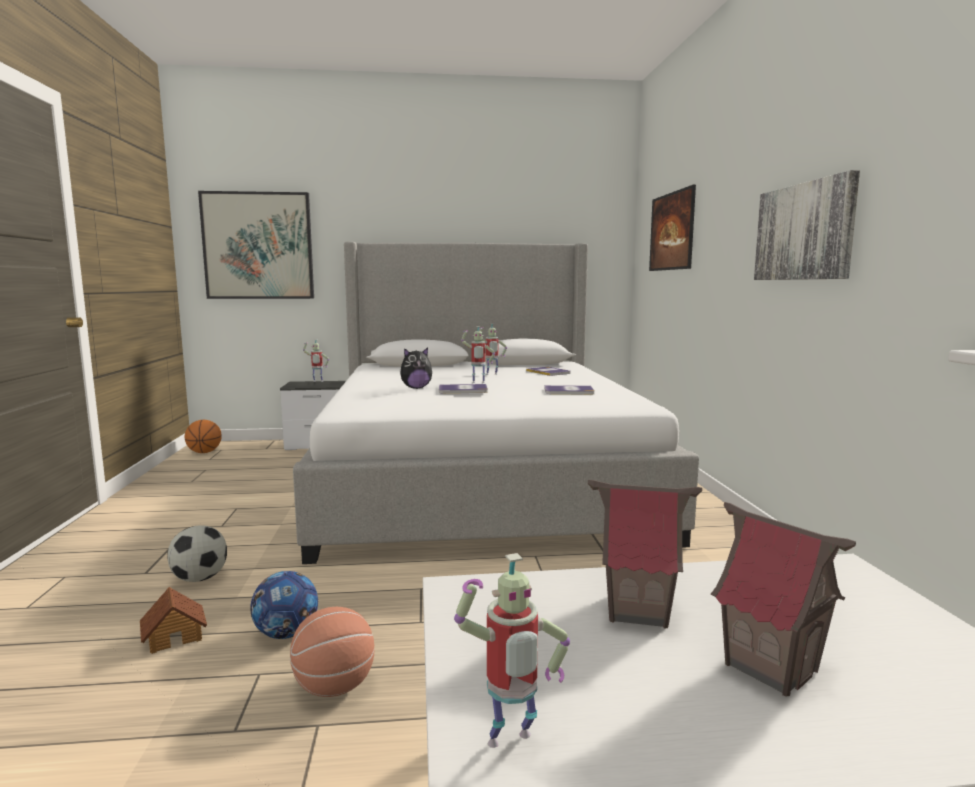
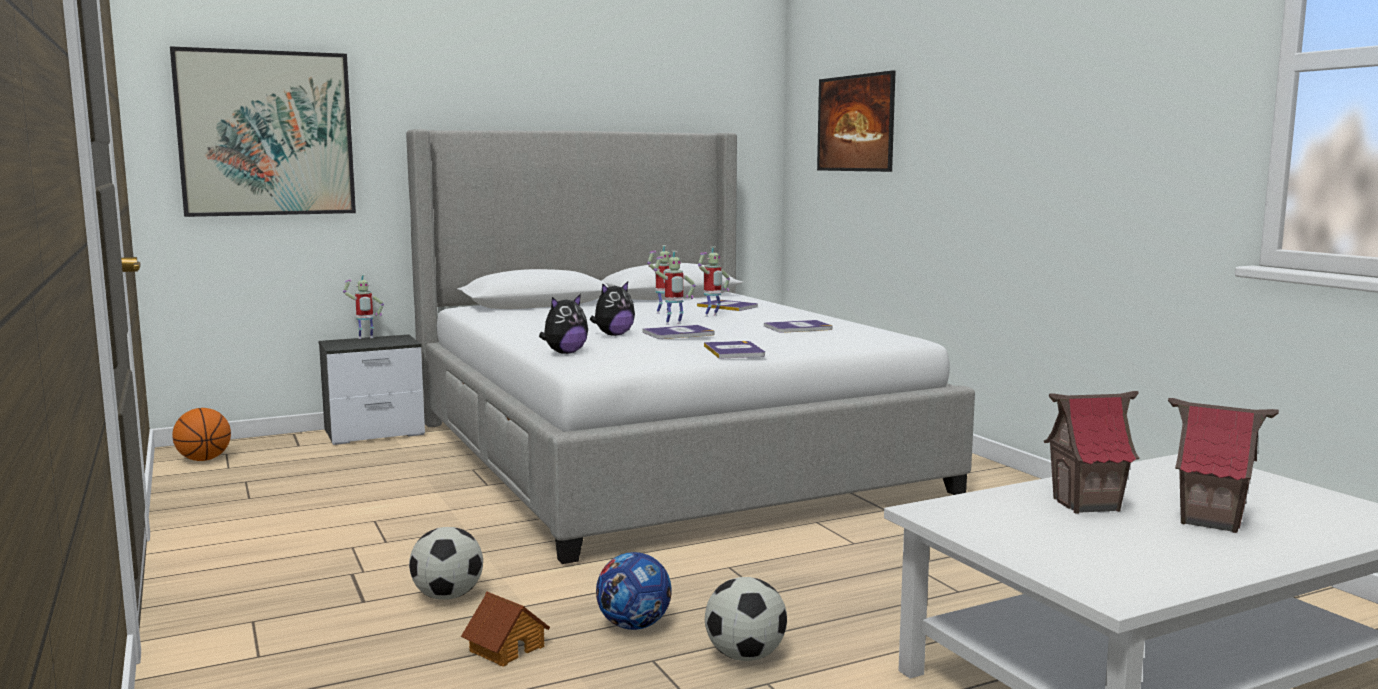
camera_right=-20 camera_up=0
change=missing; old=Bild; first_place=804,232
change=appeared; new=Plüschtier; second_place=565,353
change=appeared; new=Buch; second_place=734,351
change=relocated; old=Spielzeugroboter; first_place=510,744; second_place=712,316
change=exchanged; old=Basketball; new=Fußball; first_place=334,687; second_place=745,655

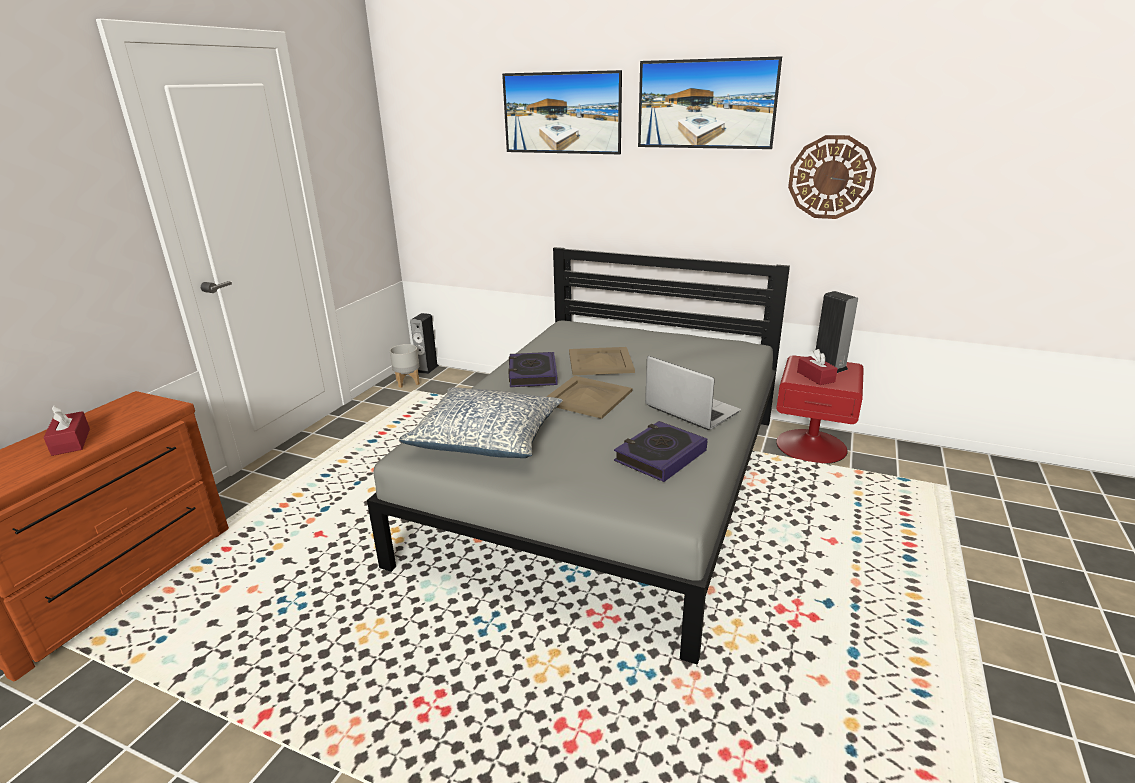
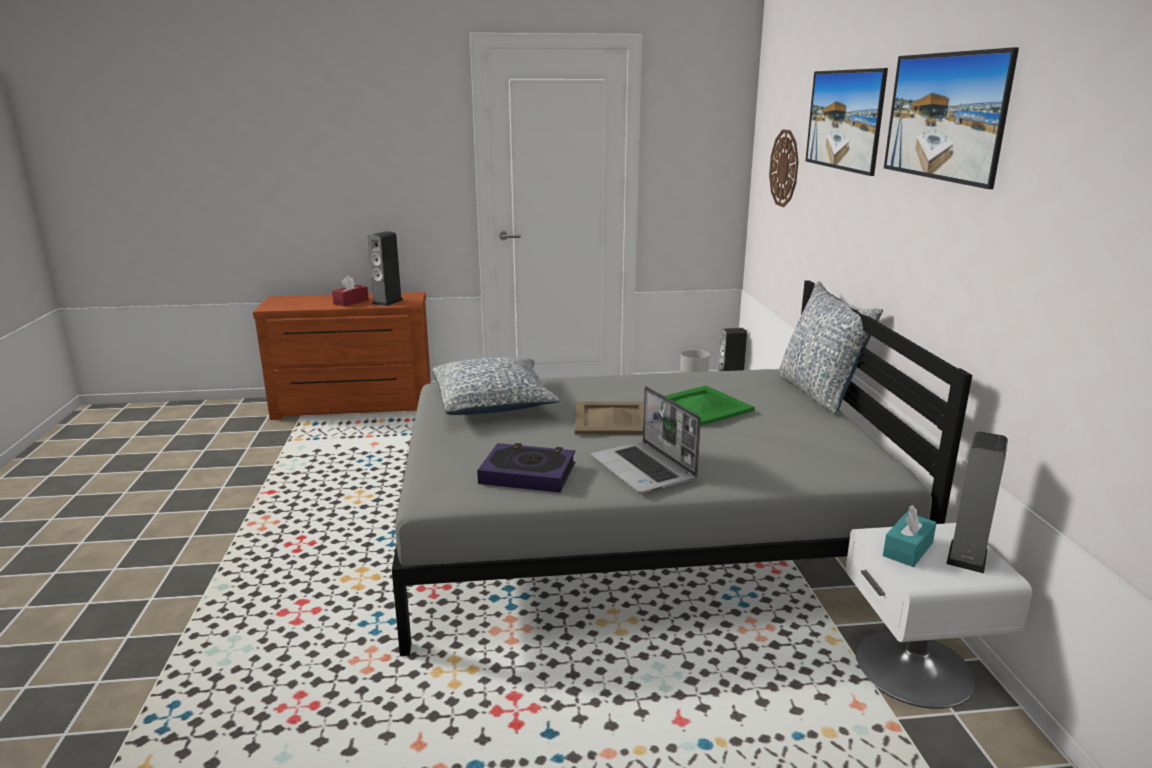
camera_right=60 camera_up=-5
change=missing; old=Buch; first_place=532,374
change=appeared; new=Lautsprecher; second_place=387,302
change=appeared; new=Kissen; second_place=819,393
change=relocated; old=Wanduhr; first_place=831,177; second_place=784,168
change=colour; old=Tablett (beige); new=Tablett (grün); first_place=601,362; second_place=702,406
change=colour; old=Nachttisch (rot); new=Nachttisch (weiß); first_place=811,445; second_place=915,667
change=colour; old=Taschentuchbox (rot); new=Taschentuchbox (türkis); first_place=815,377; second_place=908,549
change=spun; old=Laptop; first_place=690,410; second_place=644,469; degrees=135

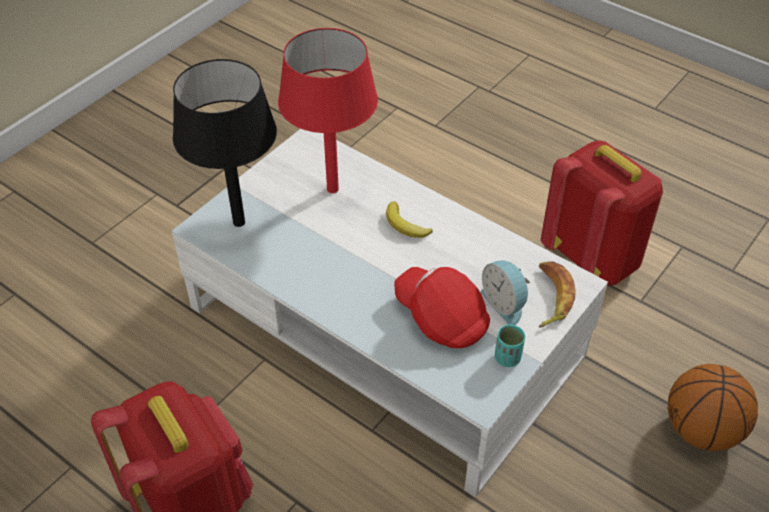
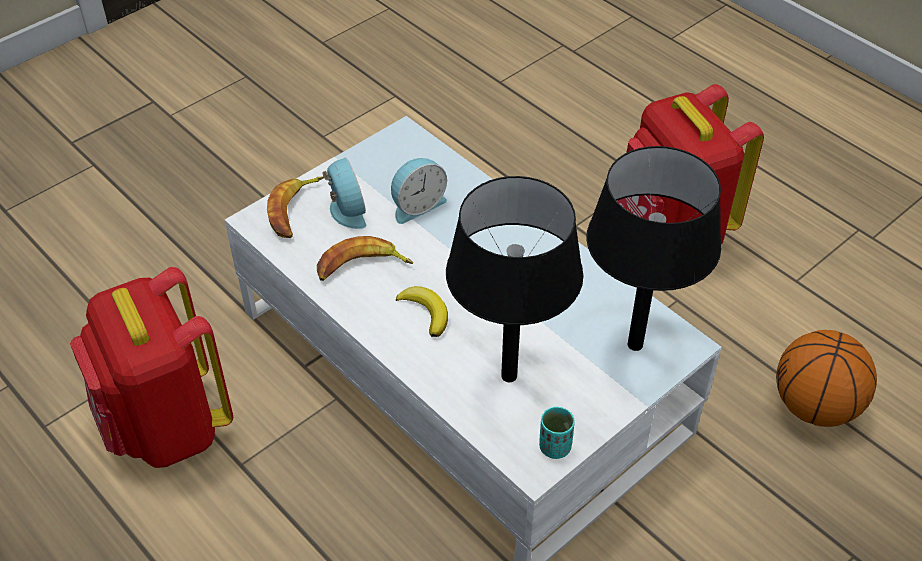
camera_right=-170 camera_up=0
change=appeared; new=Banane; second_place=361,267
change=relocated; old=Tasse (türkis); first_place=507,358; second_place=555,447
change=relocated; old=Basketball; first_place=701,430; second_place=814,406
change=exchanged; old=Kappe (rot); new=Wecker; first_place=441,318; second_place=417,205
change=colour; old=Tischlampe (rot); new=Tischlampe (schwarz); first_place=332,189; second_place=509,375

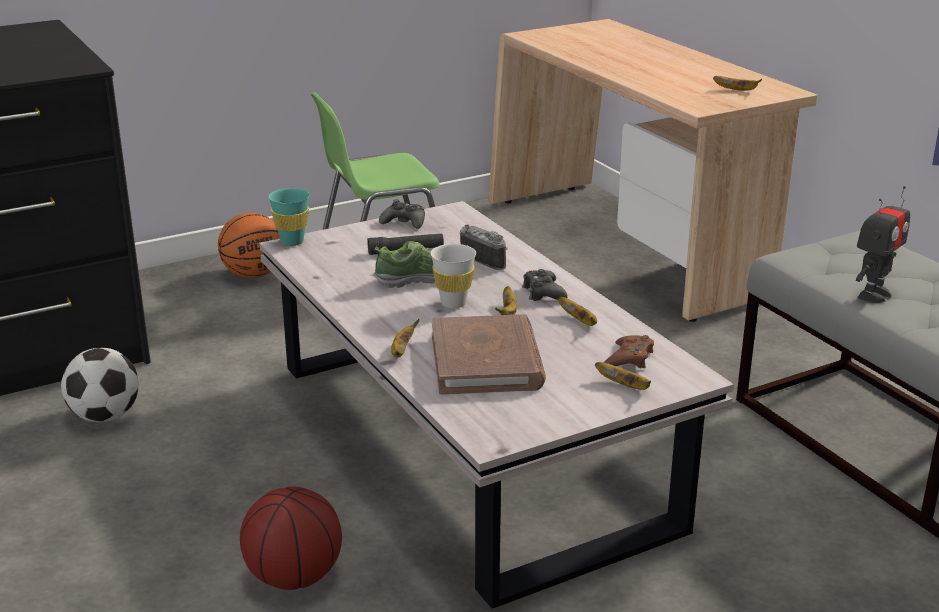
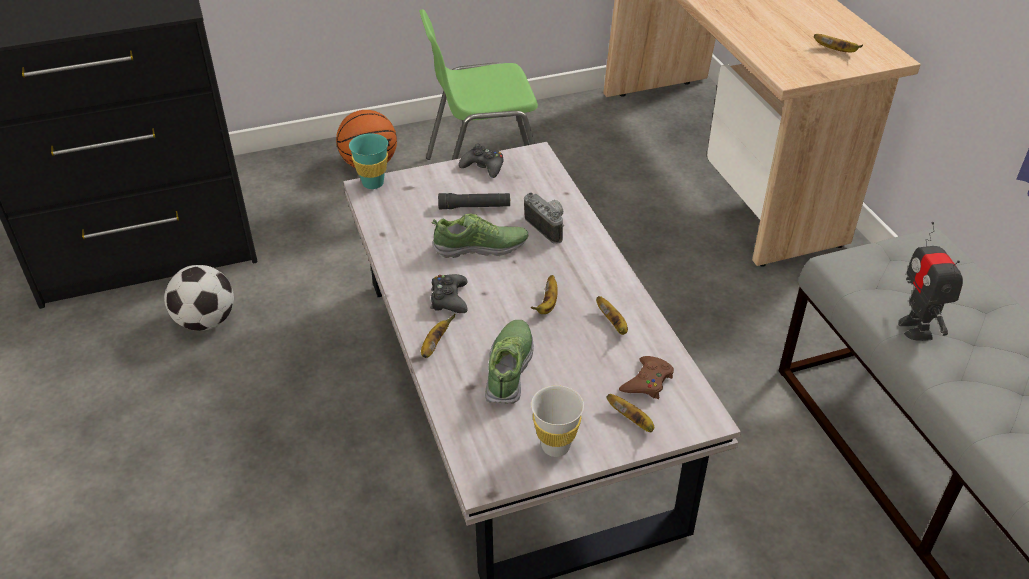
camera_right=10 camera_up=15
change=missing; old=Basketball; first_place=293,577
change=relocated; old=Tasse (weiß); first_place=453,303; second_place=555,446
change=relocated; old=Gamepad (schwarz); first_place=543,293; second_place=449,299
change=exchanged; old=Buch (braun); new=Schuh; first_place=486,361; second_place=509,369
change=spun; old=Spielzeugroboter; first_place=873,295; second_place=916,328; degrees=120

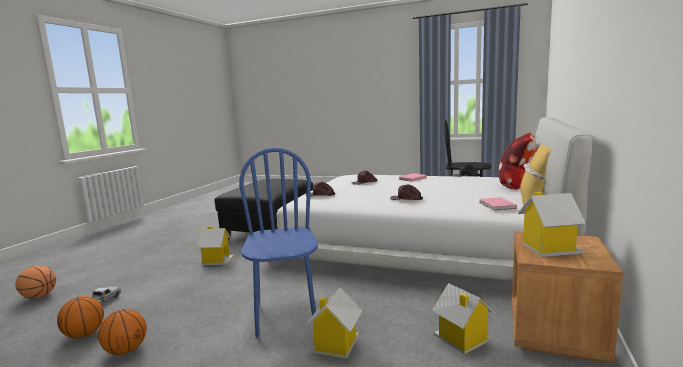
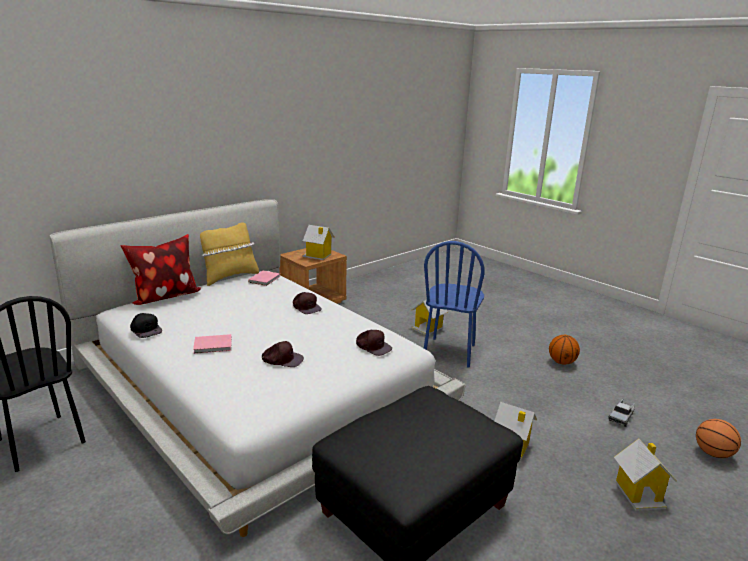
camera_right=-155 camera_up=10
change=missing; old=Basketball; first_place=84,334
change=relocated; old=Spielzeughaus; first_place=461,340; second_place=639,493

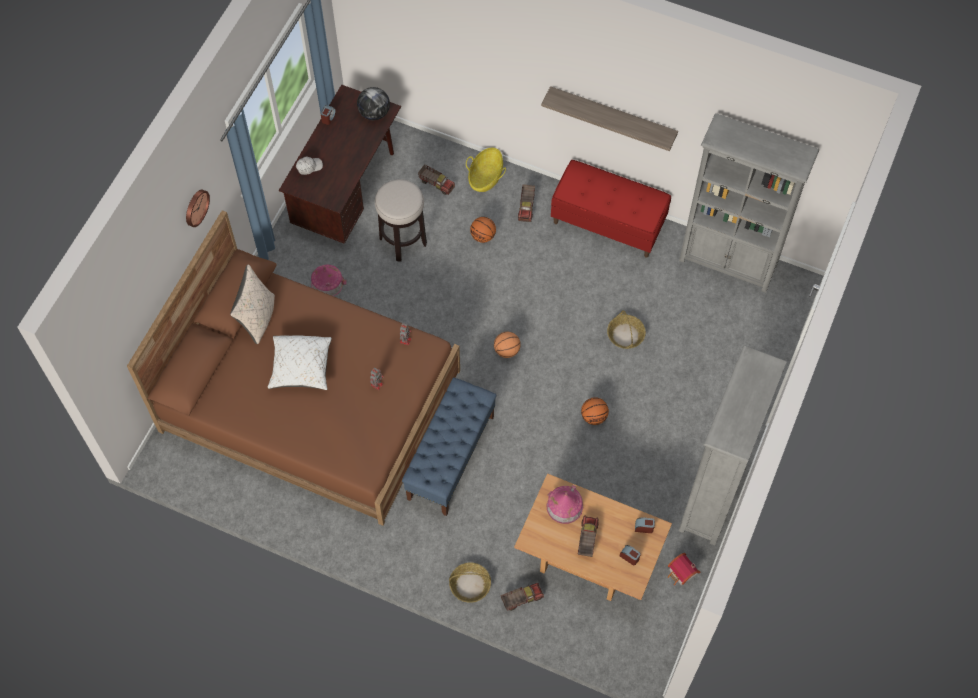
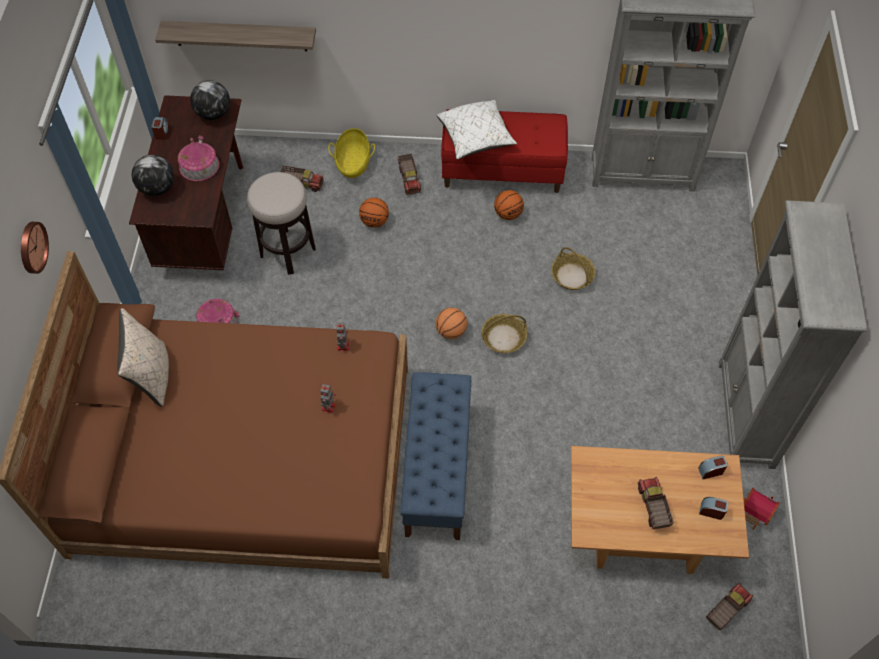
camera_right=-20 camera_up=-5
change=relocated; old=Kissen (weiß); first_place=301,368; second_place=475,138
change=relocated; old=Korb; first_place=470,585; second_place=503,338
change=relocated; old=Spielzeuglaster; first_place=521,598; second_place=726,609
change=relocated; old=Wandregal; first_place=612,116; second_place=240,36
change=relocated; old=Spielzeughaus; first_place=564,506; second_place=199,165
change=relocated; old=Basketball; first_place=594,417; second_place=508,214
change=exchanged; old=Kappe (weiß); new=Globus; first_place=309,167; second_place=157,188

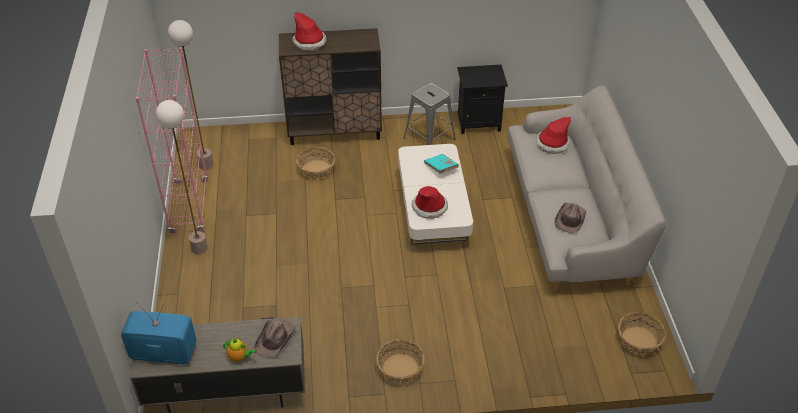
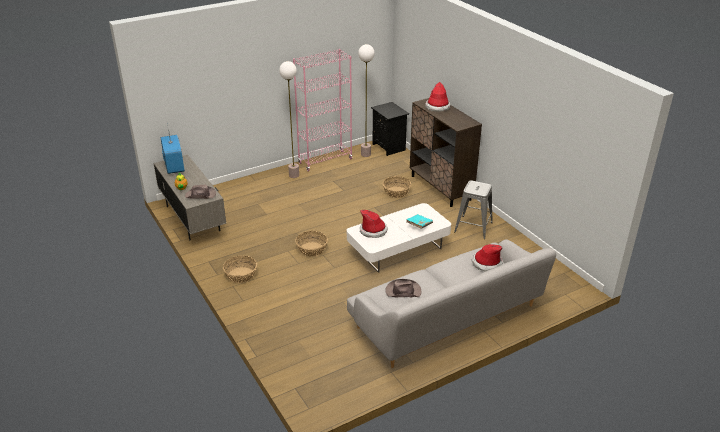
camera_right=65 camera_up=-10
change=relocated; old=Nachttisch (schwarz); first_place=478,122; second_place=389,147
change=relocated; old=Korb; first_place=639,340; second_place=311,249

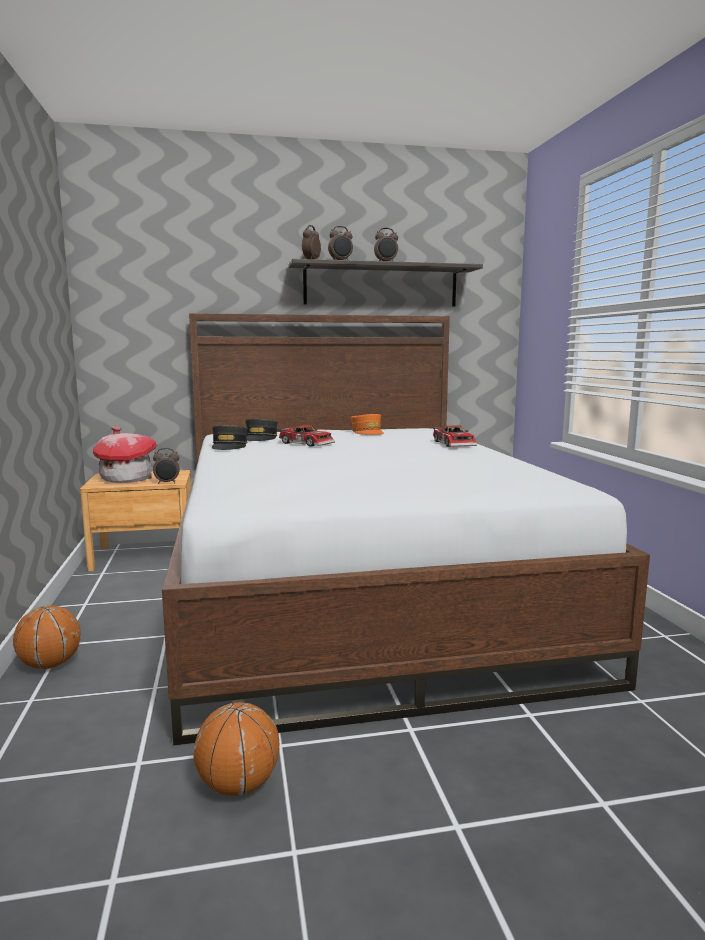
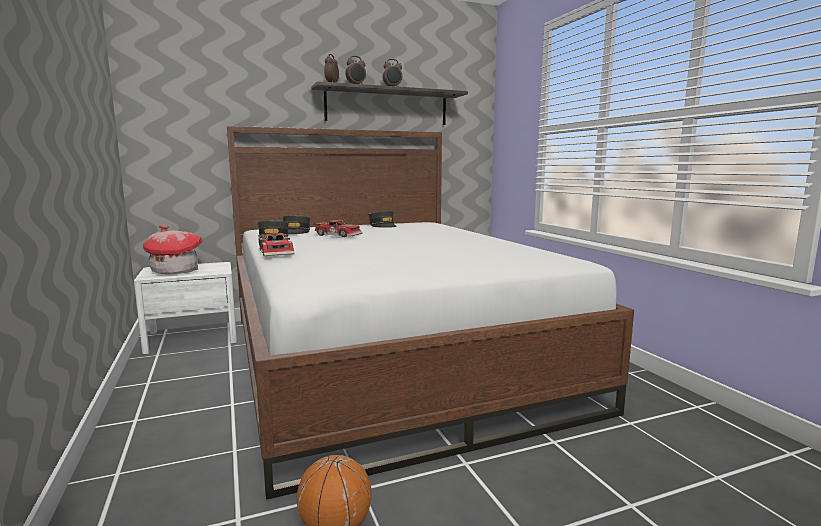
camera_right=-10 camera_up=0
change=missing; old=Basketball; first_place=50,665
change=missing; old=Wecker; first_place=167,483
change=relocated; old=Spielzeugauto; first_place=455,443; second_place=277,252
change=colour; old=Nachttisch (braun); new=Nachttisch (weiß); first_place=144,555; second_place=192,337
change=colour; old=Kappe (orange); new=Kappe (grau); first_place=367,432; second_place=382,226

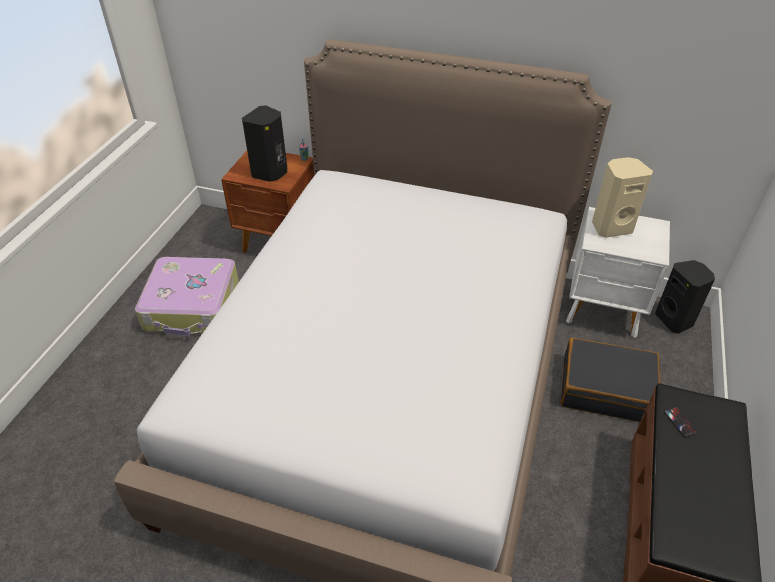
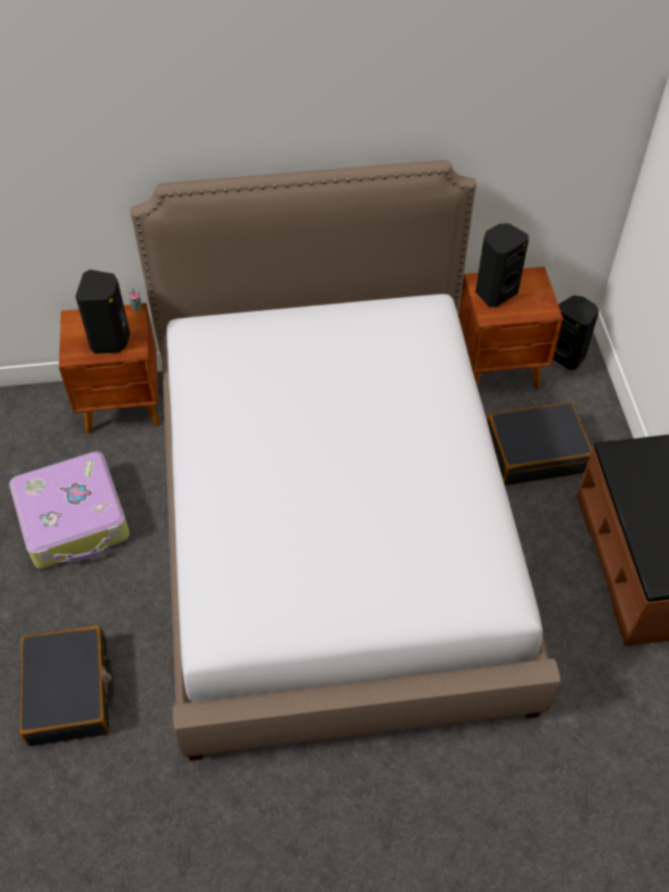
camera_right=-25 camera_up=10
change=missing; old=Handy; first_place=680,422
change=appeared; new=Koffer (schwarz); second_place=69,692
change=colour; old=Nachttisch (weiß); new=Nachttisch (braun); first_place=604,310; second_place=499,368
change=colour; old=Lautsprecher (beige); new=Lautsprecher (schwarz); first_place=611,227; second_place=495,292

